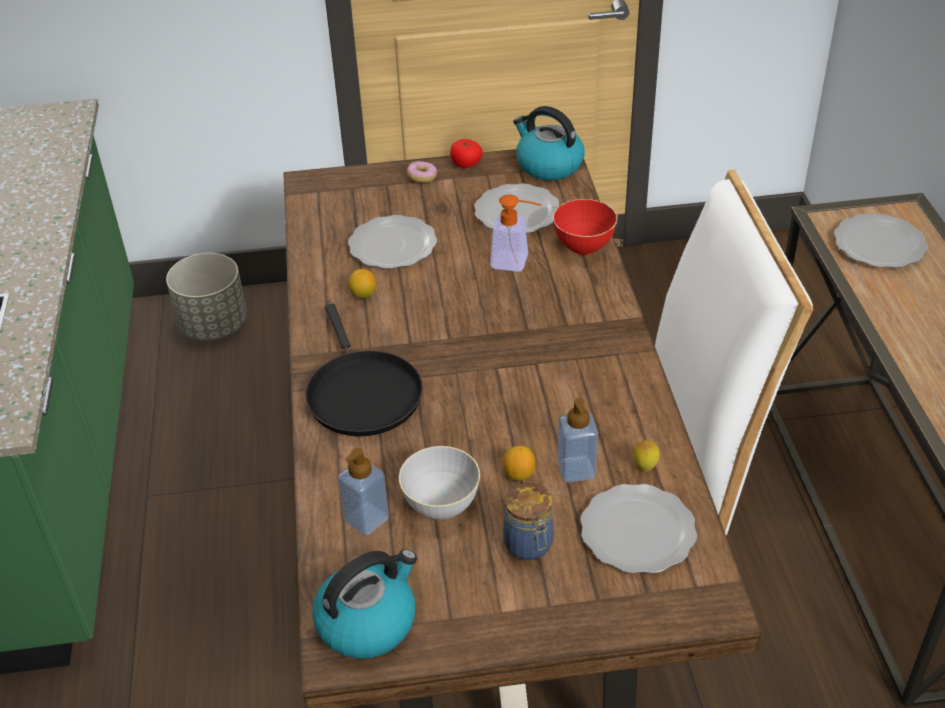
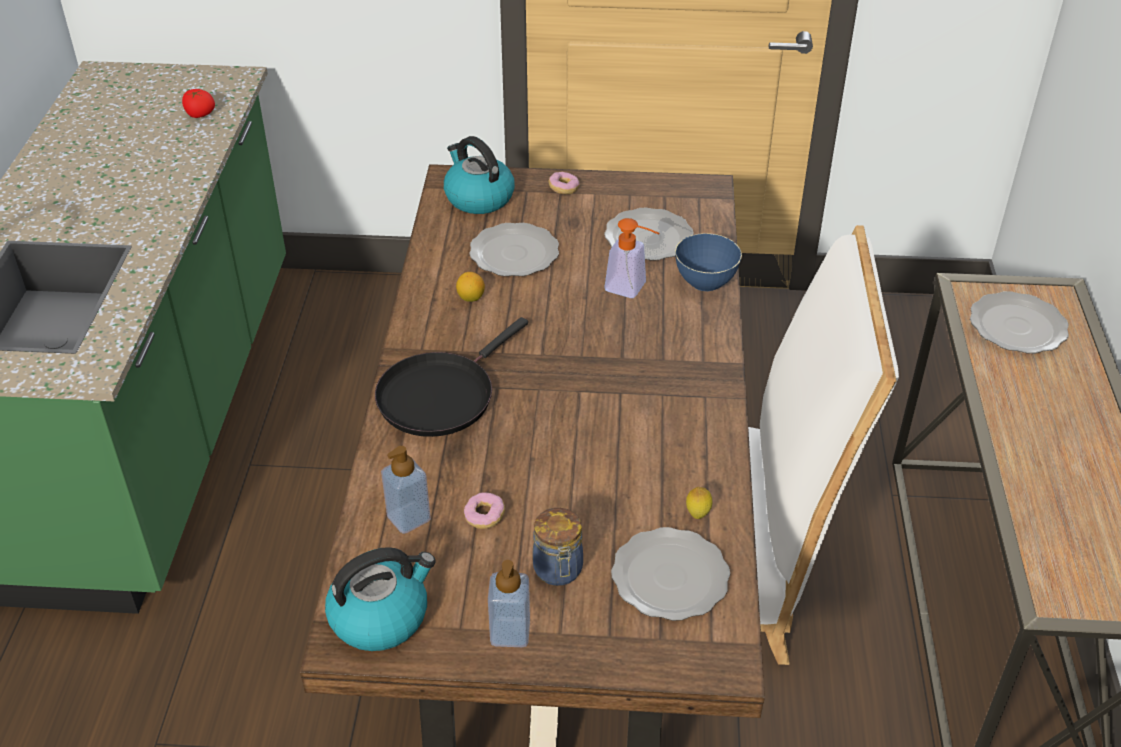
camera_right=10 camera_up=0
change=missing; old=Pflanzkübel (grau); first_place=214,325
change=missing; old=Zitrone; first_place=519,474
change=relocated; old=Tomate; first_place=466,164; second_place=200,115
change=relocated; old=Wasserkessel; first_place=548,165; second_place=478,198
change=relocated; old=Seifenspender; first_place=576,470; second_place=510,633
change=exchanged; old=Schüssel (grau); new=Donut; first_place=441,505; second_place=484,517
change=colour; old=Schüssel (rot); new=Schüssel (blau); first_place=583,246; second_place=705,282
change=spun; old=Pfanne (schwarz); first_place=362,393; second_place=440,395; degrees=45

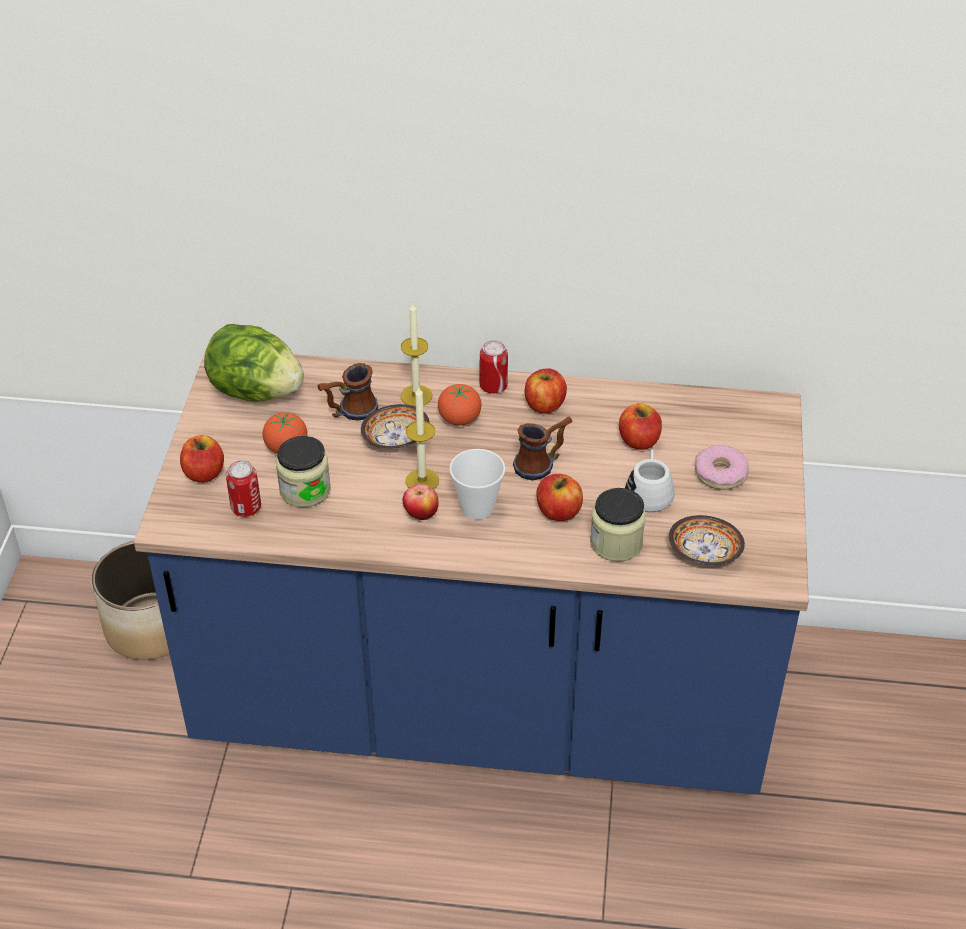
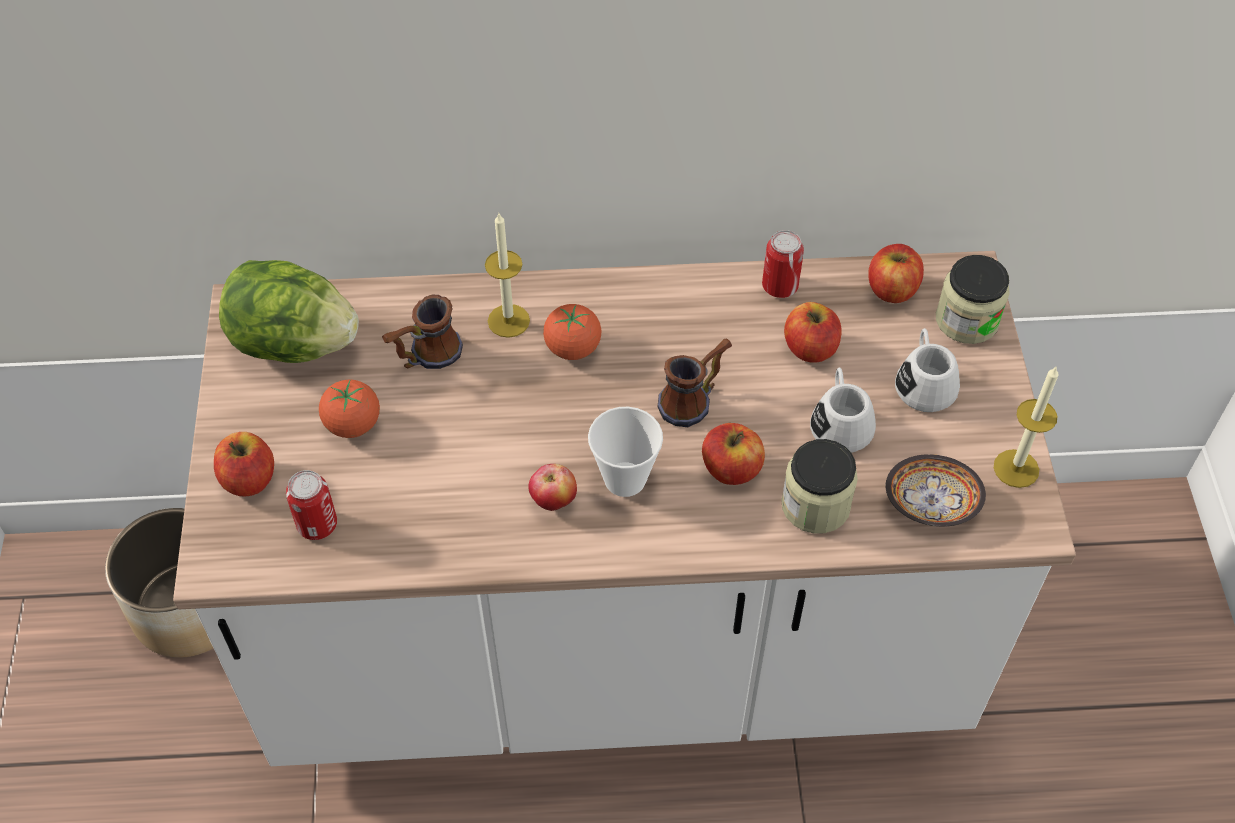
camera_right=-10 camera_up=10
change=missing; old=Schüssel; first_place=395,440
change=relocated; old=Vorratsglas; first_place=305,490; second_place=966,320
change=relocated; old=Kerze; first_place=422,480; second_place=1016,468
change=relocated; old=Dose; first_place=493,386; second_place=780,286
change=relocated; old=Apfel; first_place=544,405; second_place=891,289
change=exchanged; old=Donut; new=Henkelbecher (weiß); first_place=720,474; second_place=924,382
change=colour; old=Küchenzeile (blau); new=Küchenzeile (weiß); first_place=483,701; second_place=617,645

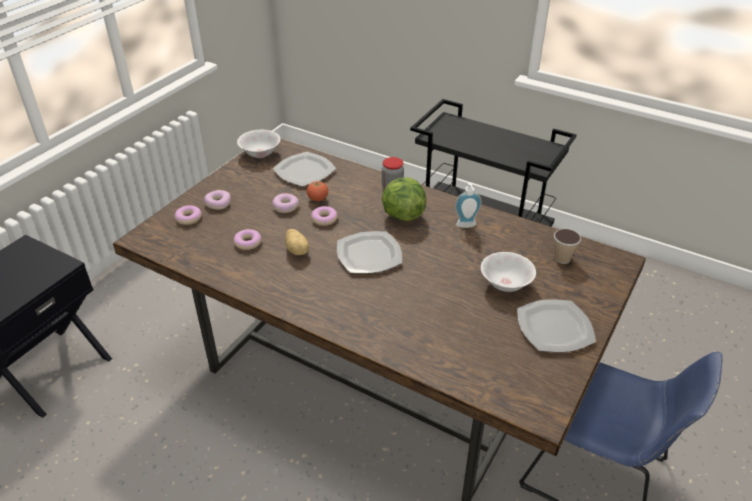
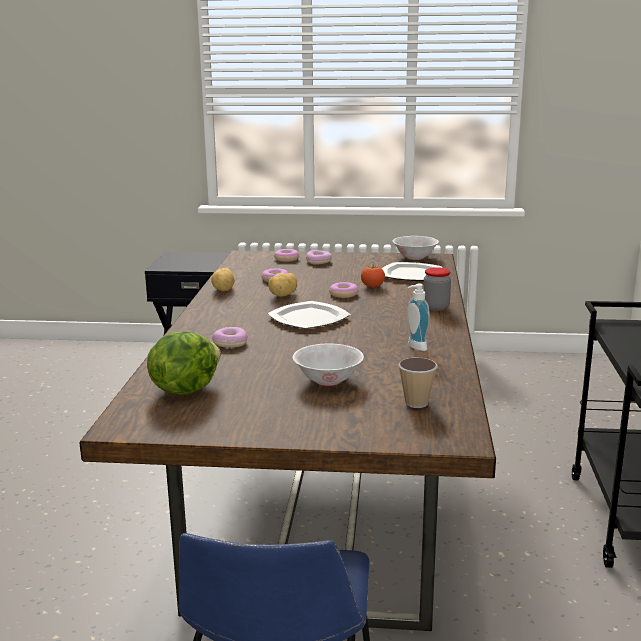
camera_right=65 camera_up=-20
change=missing; old=Teller; first_place=554,328
change=appeared; new=Kartoffel; second_place=224,290
change=relocated; old=Donut; first_place=285,207; second_place=230,343
change=relocated; old=Salatkopf; first_place=402,215; second_place=185,389

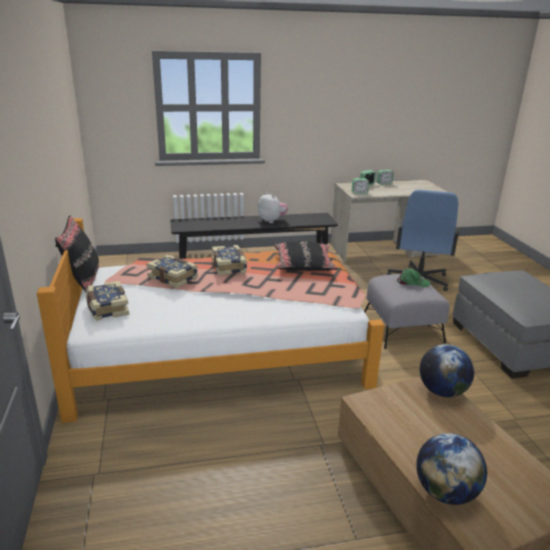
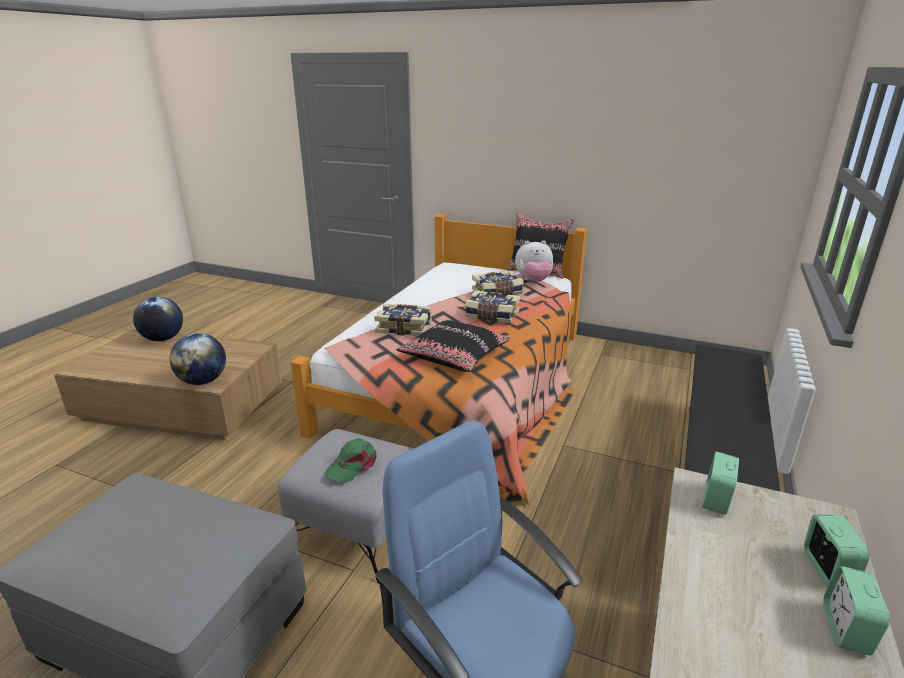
camera_right=125 camera_up=0
change=relocated; old=Buch; first_place=107,308; second_place=404,328
change=relocated; old=Plüschtier; first_place=272,221; second_place=534,281

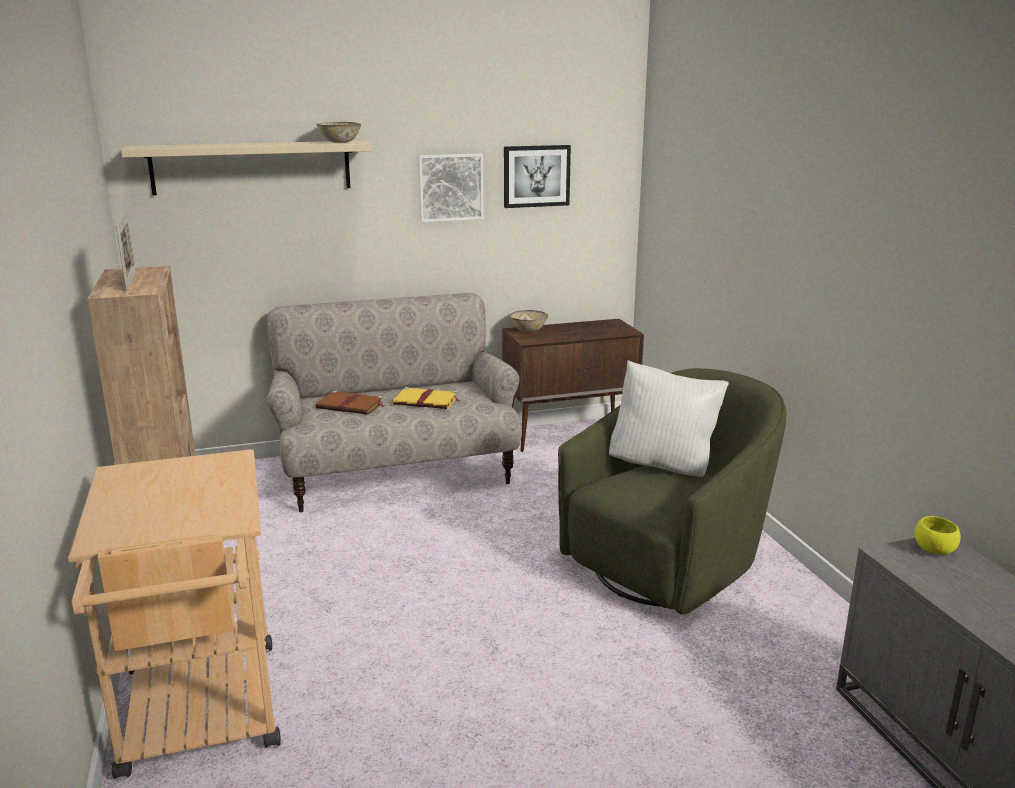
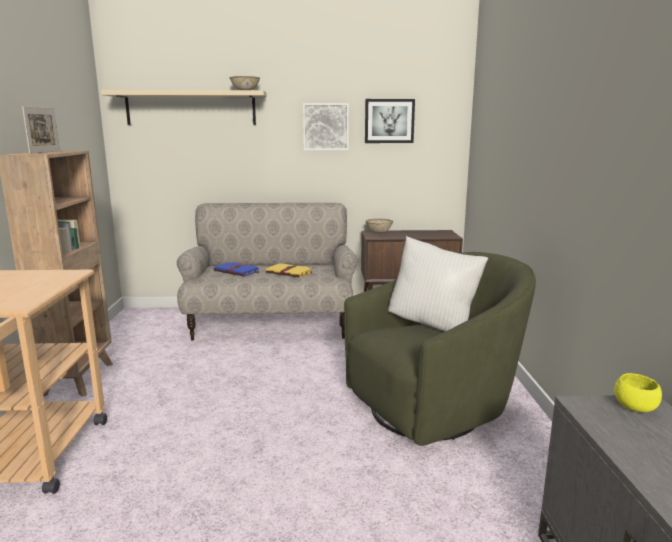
camera_right=15 camera_up=-5
change=colour; old=Buch (braun); new=Buch (blau); first_place=351,406; second_place=238,271

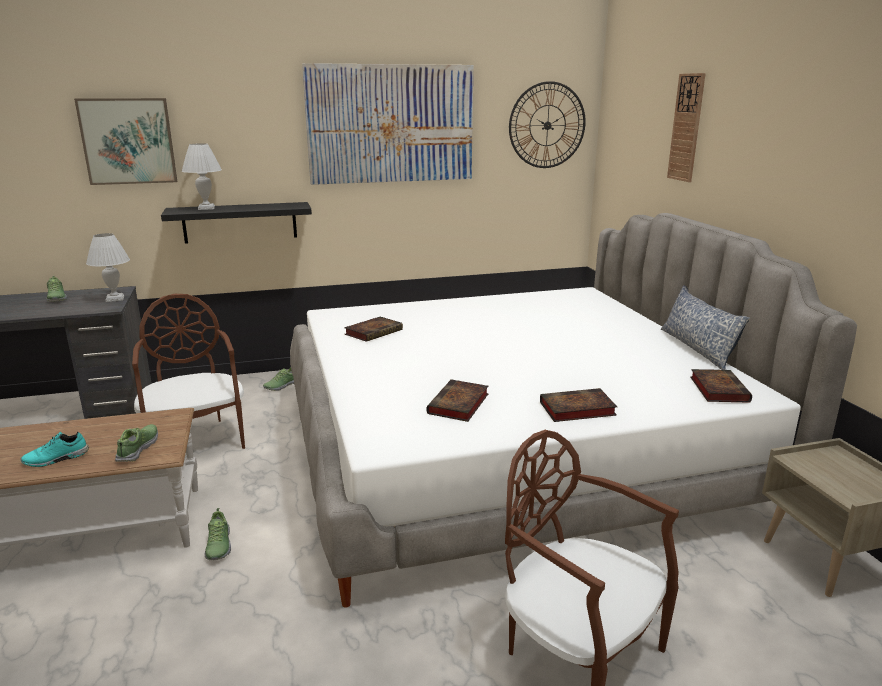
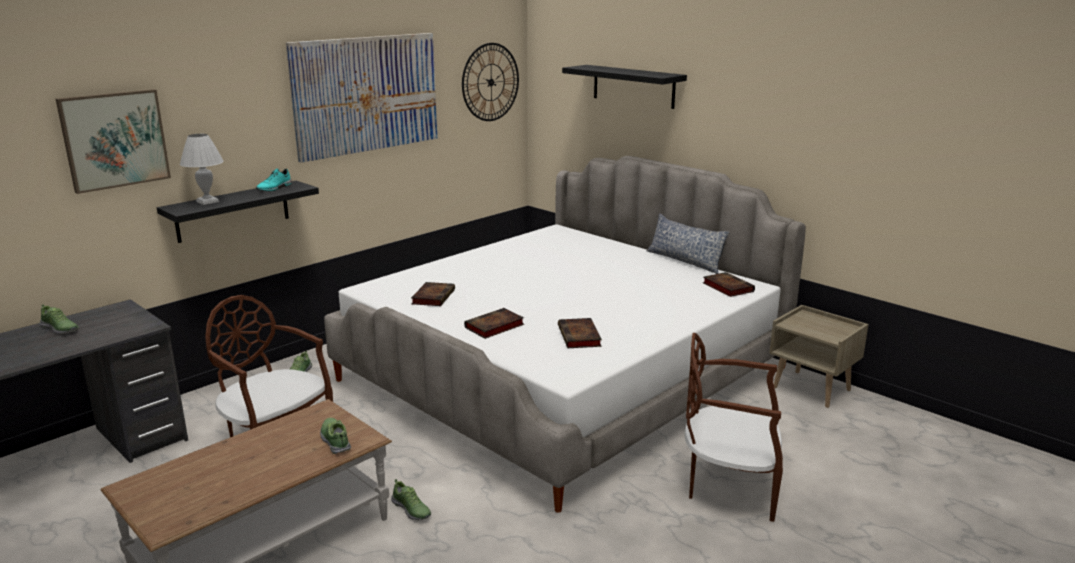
camera_right=-30 camera_up=0
change=missing; old=Tischlampe (weiß); first_place=115,299
change=relocated; old=Schuh (türkis); first_place=56,459; second_place=275,188
change=relocated; old=Buch; first_place=575,409; second_place=493,327
change=exchanged; old=Wanduhr; new=Wandregal (schwarz); first_place=686,128; second_place=633,86

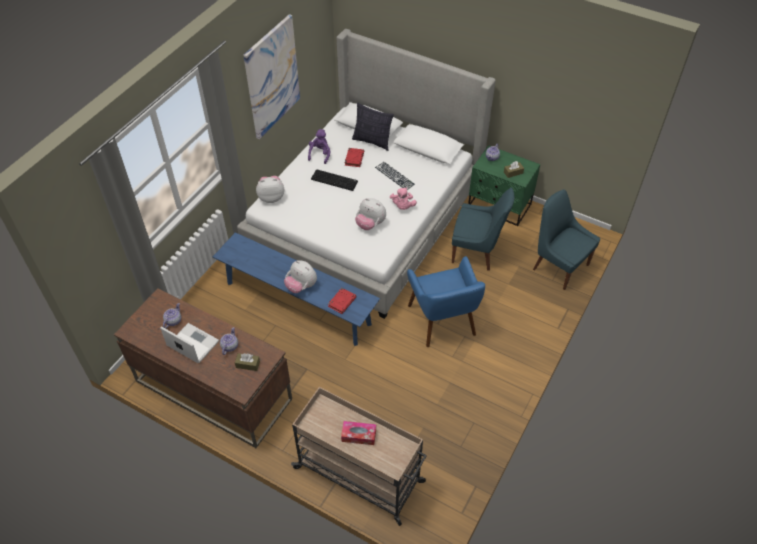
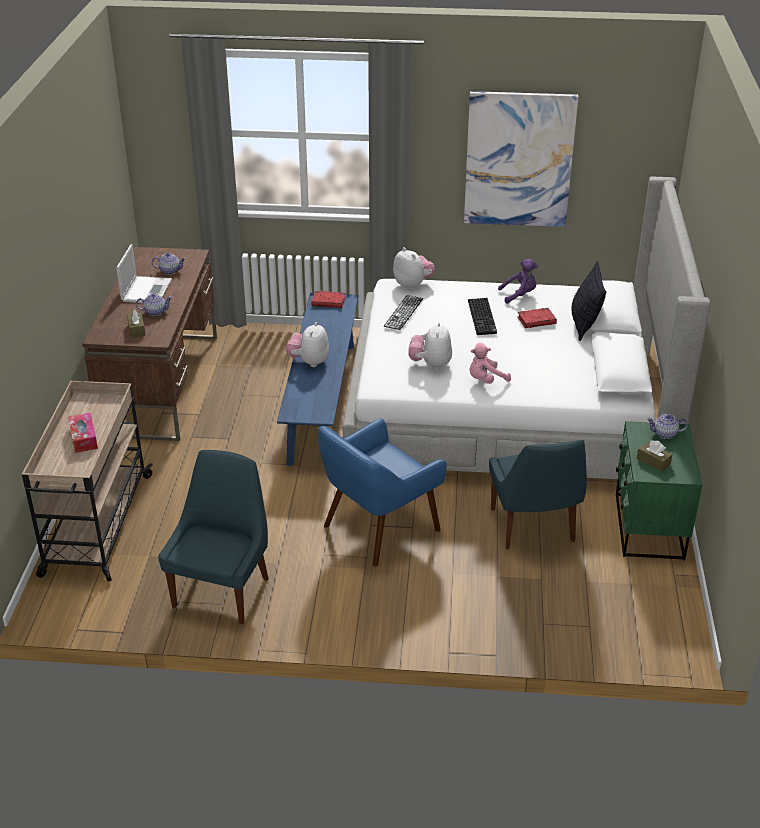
camera_right=65 camera_up=-15
change=relocated; old=Buch (rot); first_place=342,302; second_place=329,302
change=relocated; old=Tastatur; first_place=394,176; second_place=403,312
change=relocated; old=Stuhl (blau); first_place=558,266; second_place=223,590

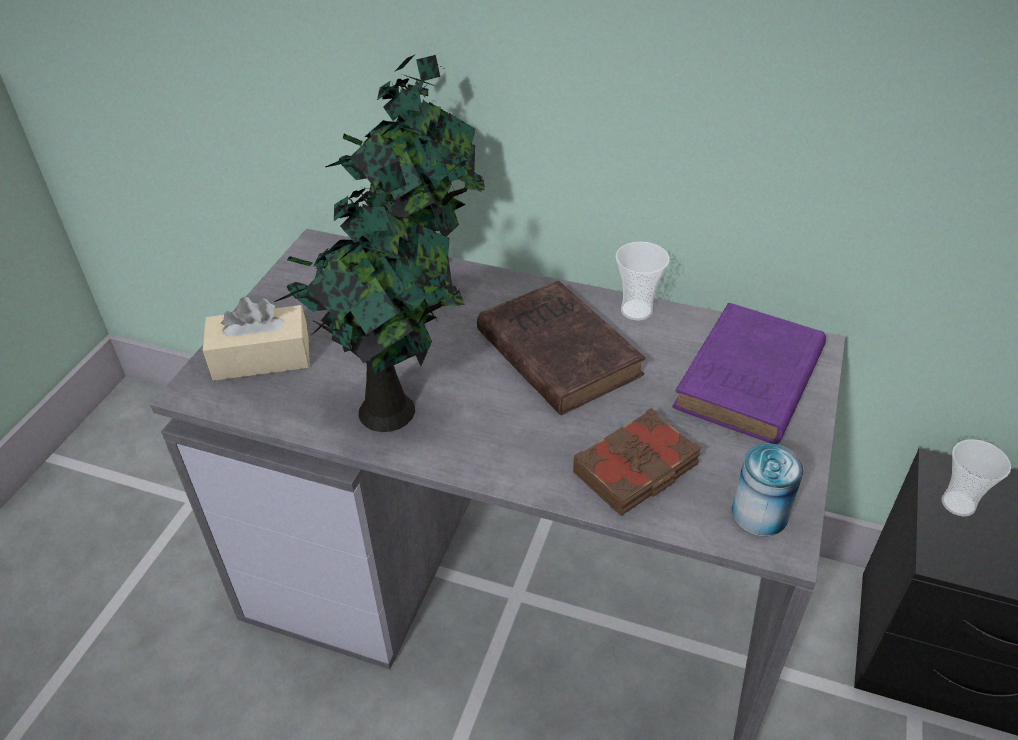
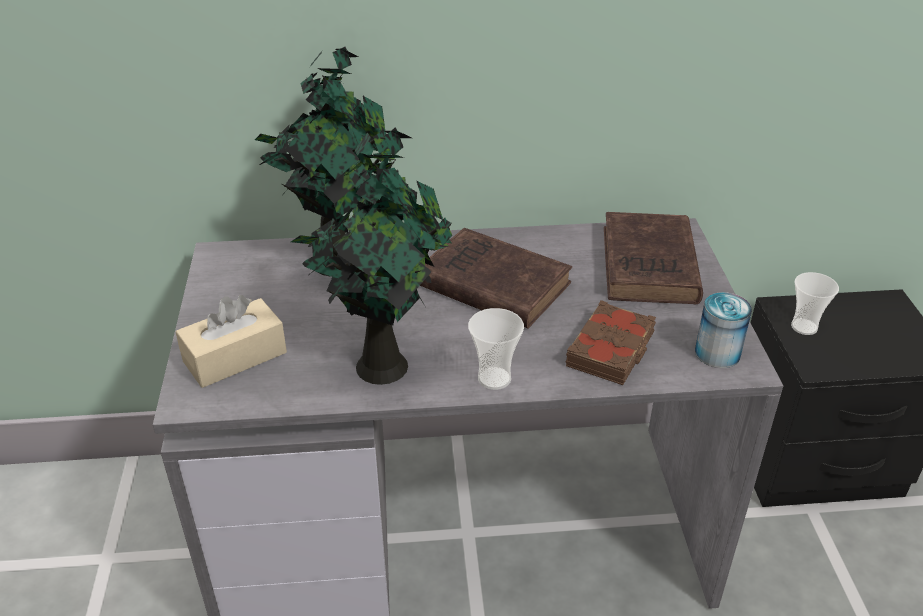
camera_right=-25 camera_up=-5
change=relocated; old=Tasse; first_place=636,310; second_place=494,378
change=colour; old=Buch (lila); new=Buch (braun); first_place=747,382; second_place=649,267

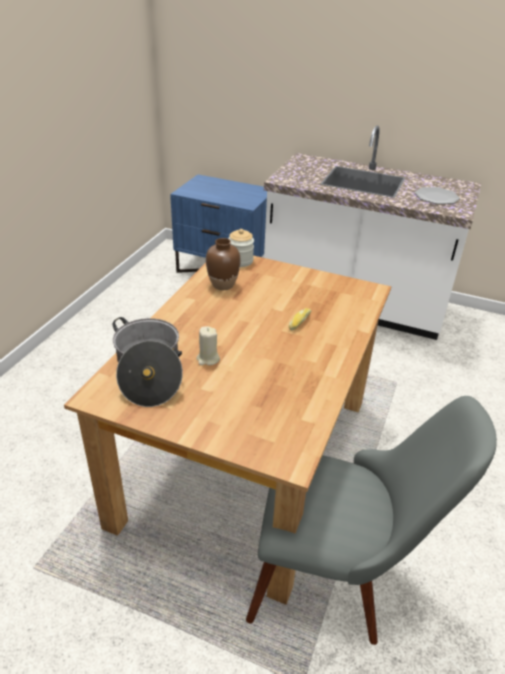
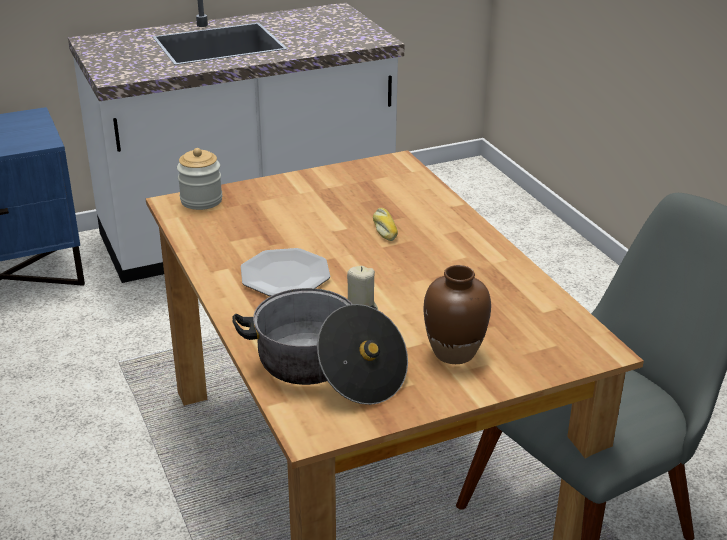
camera_right=-45 camera_up=-5
change=relocated; old=Vase (braun); first_place=223,285; second_place=453,352
change=relocated; old=Teller; first_place=436,197; second_place=285,275

